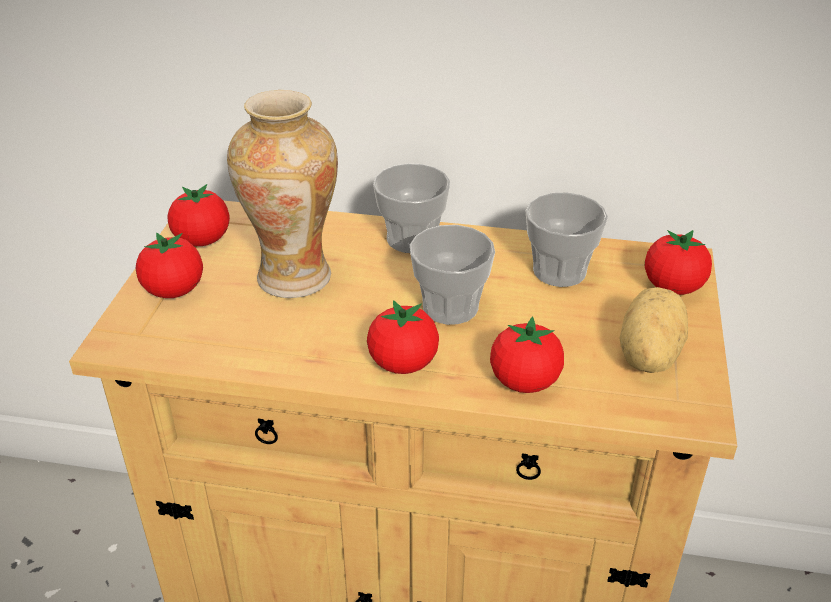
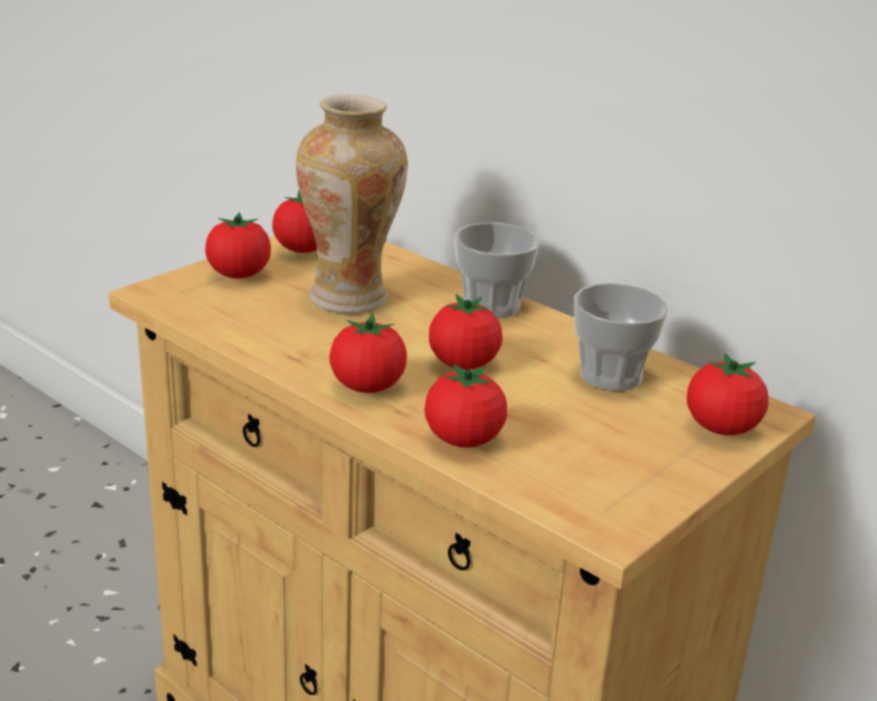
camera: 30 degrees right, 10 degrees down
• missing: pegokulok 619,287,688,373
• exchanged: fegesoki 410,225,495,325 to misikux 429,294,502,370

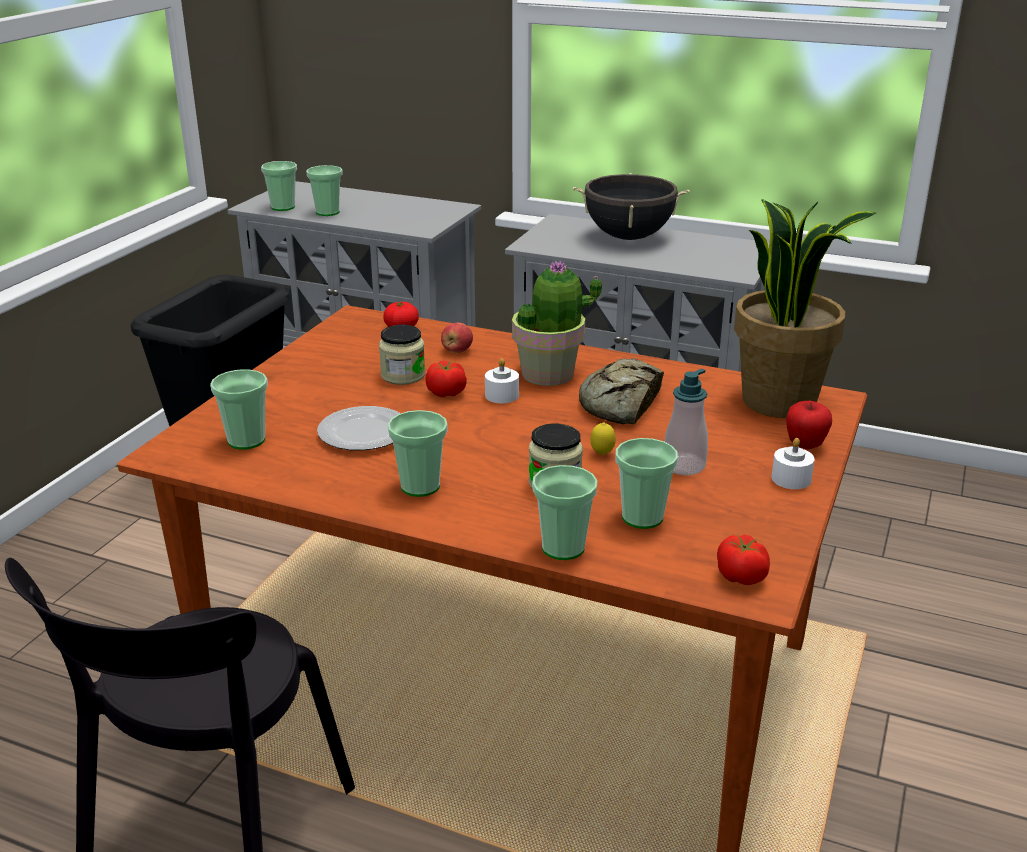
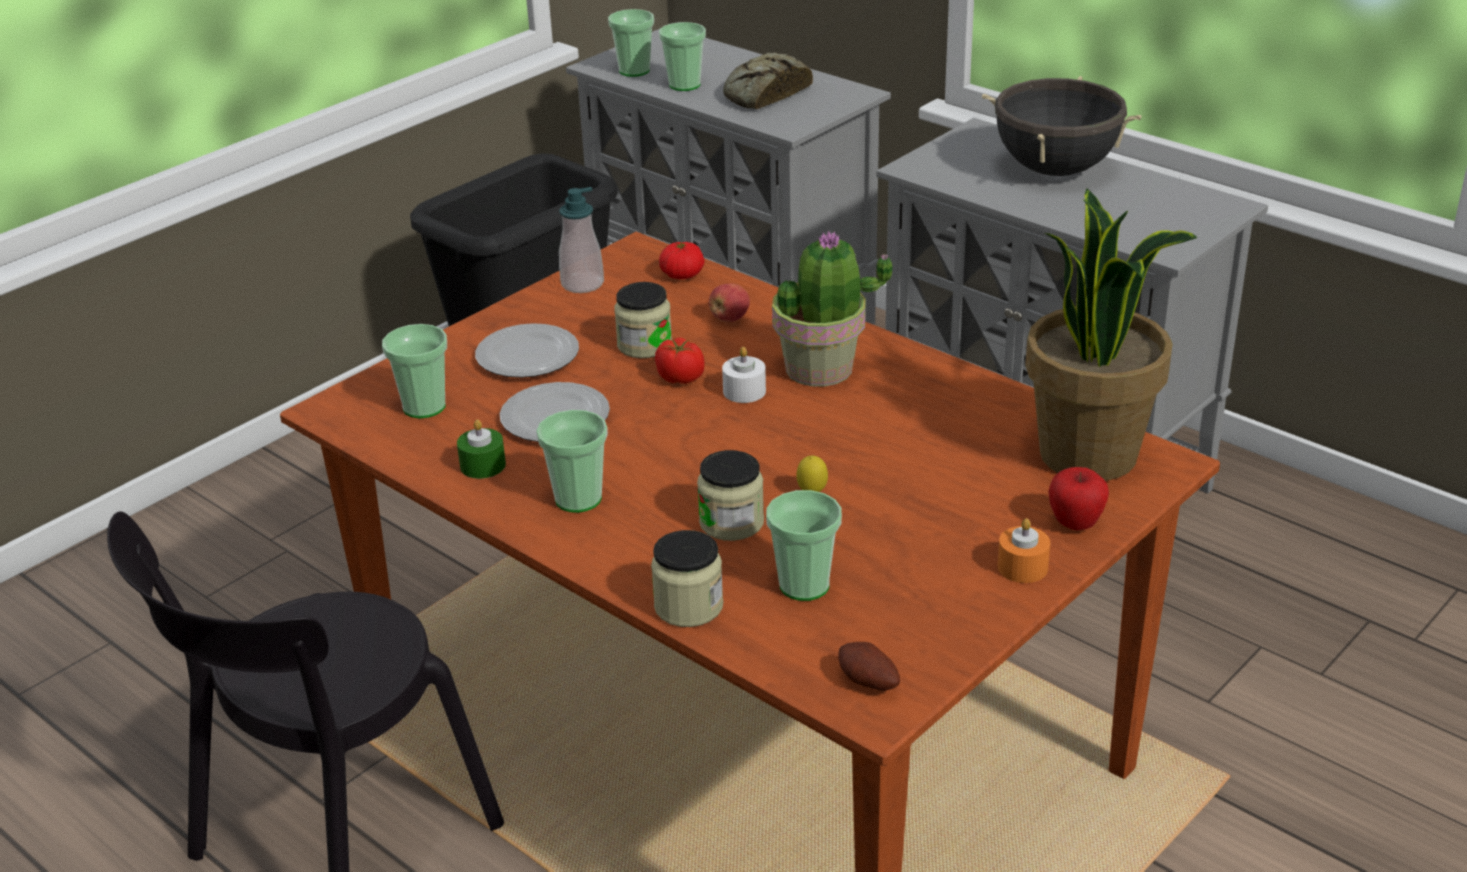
camera: 20 degrees right, 5 degrees up
• appeared: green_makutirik 457,419,506,479
• appeared: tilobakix 475,323,579,378
• relocated: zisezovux 579,358,664,424 to 723,52,813,109
• relocated: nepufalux 664,369,708,475 to 559,187,604,293
• exchanged: fegesoki 532,465,597,560 to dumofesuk 651,530,723,627
• exchanged: misikux 717,534,770,585 to pegokulok 838,642,900,691
• colour: white_makutirik 771,438,815,489 to orange_makutirik 998,518,1050,583

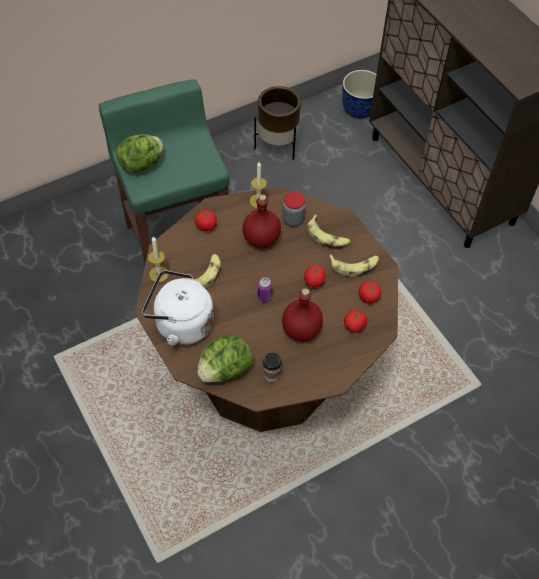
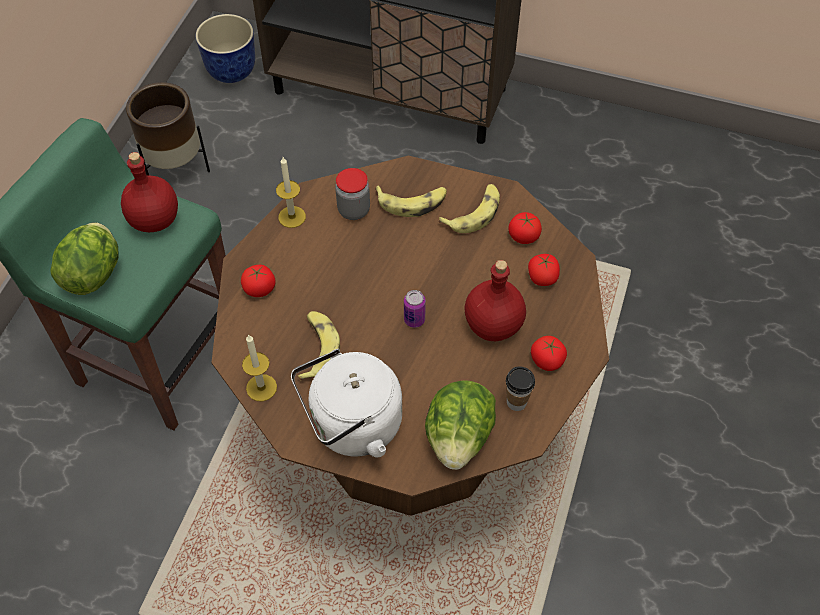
camera: 40 degrees left, 0 degrees up
• relocated: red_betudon 242,195,281,248 to 121,152,178,232
• relocated: misikux 304,265,325,287 to 531,336,567,371

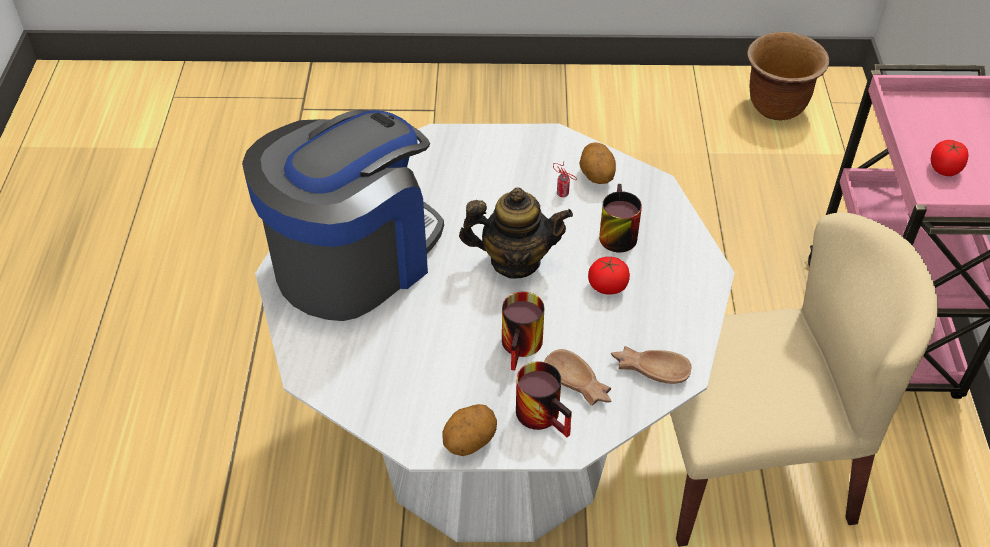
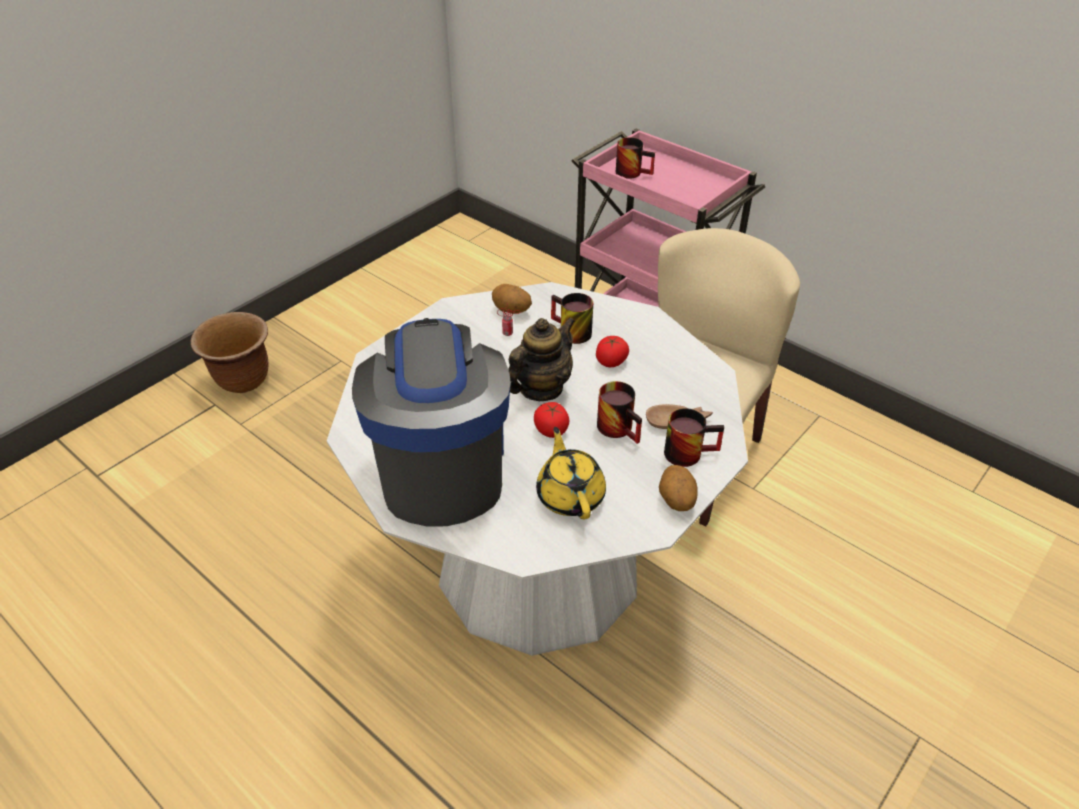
camera: 50 degrees left, 5 degrees down
• missing: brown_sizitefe 611,346,691,384
• appeared: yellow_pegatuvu 536,427,606,520
• appeared: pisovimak 616,137,655,179
• relocated: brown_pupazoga 747,32,829,121 to 191,312,268,393
• relocated: misikux 931,140,969,176 to 534,402,569,438

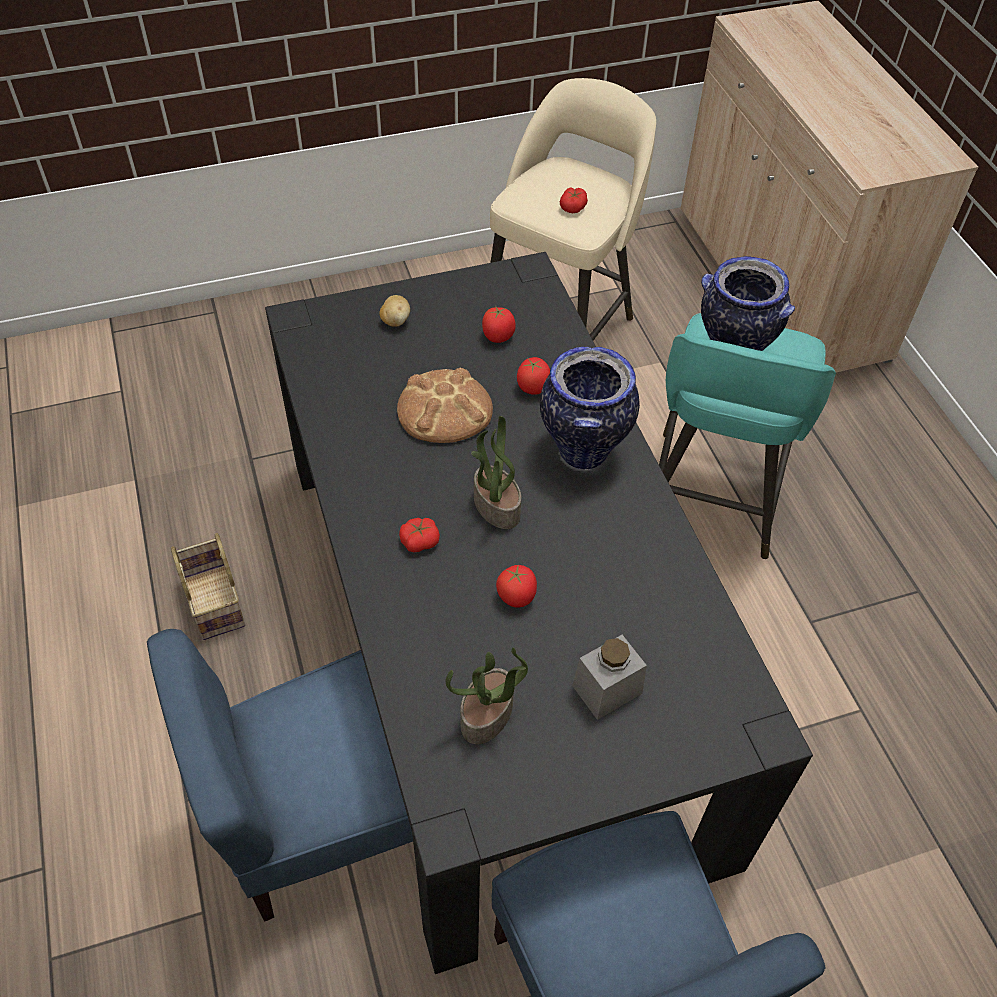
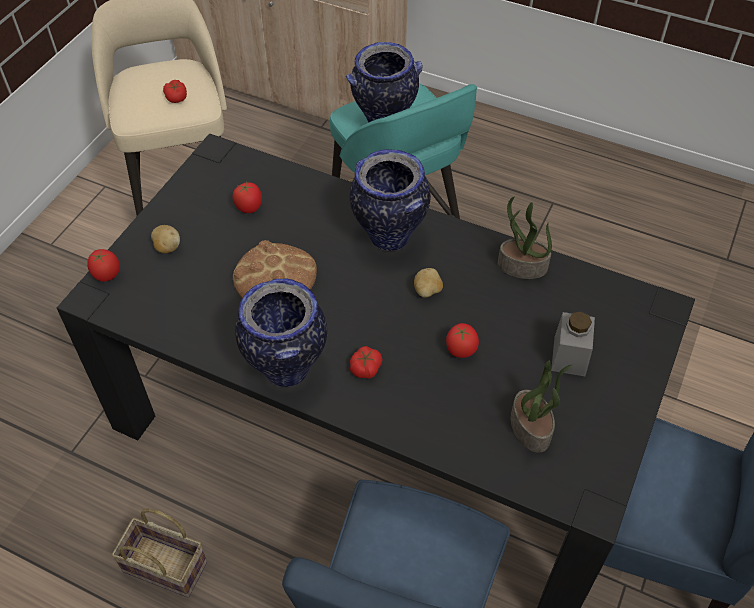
camera: 45 degrees left, 0 degrees up
• appeared: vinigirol 235,278,327,387
• appeared: pegokulok 414,268,443,298
• relocated: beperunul 471,416,522,529 to 498,196,552,279
• relocated: misikux 517,357,550,395 to 87,249,120,282

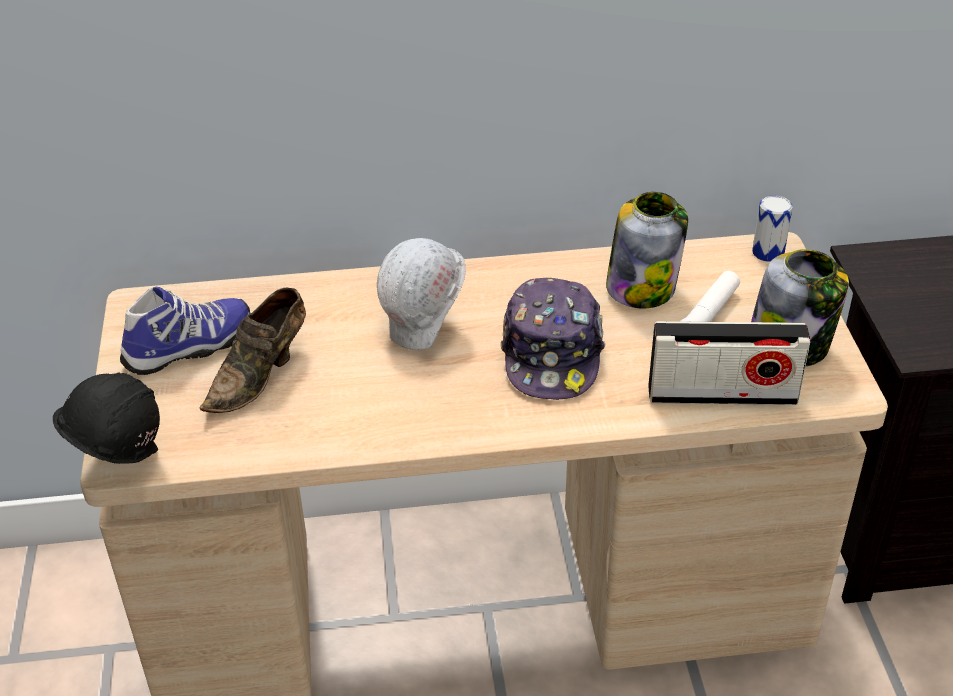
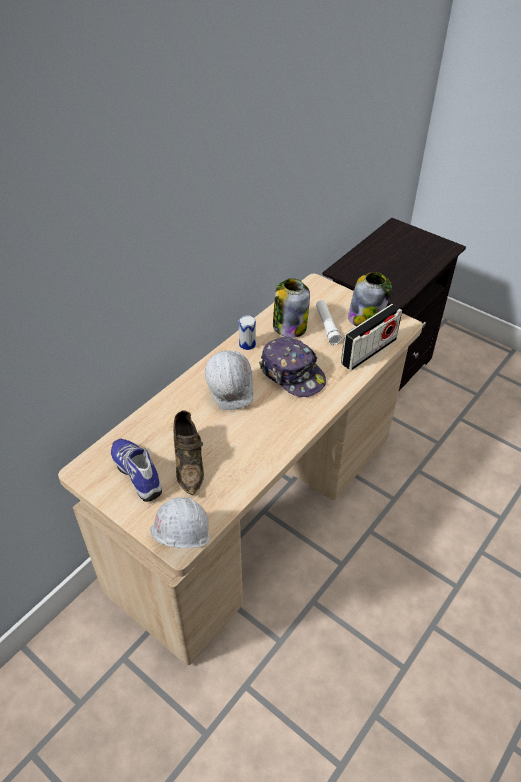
camera: 45 degrees left, 5 degrees up
• relocated: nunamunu 752,195,793,262 to 239,315,256,350
• colour: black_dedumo 53,372,160,464 to white_dedumo 149,497,210,548
• spun: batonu 120,286,250,375 = 111,439,162,502 45 degrees counterclockwise

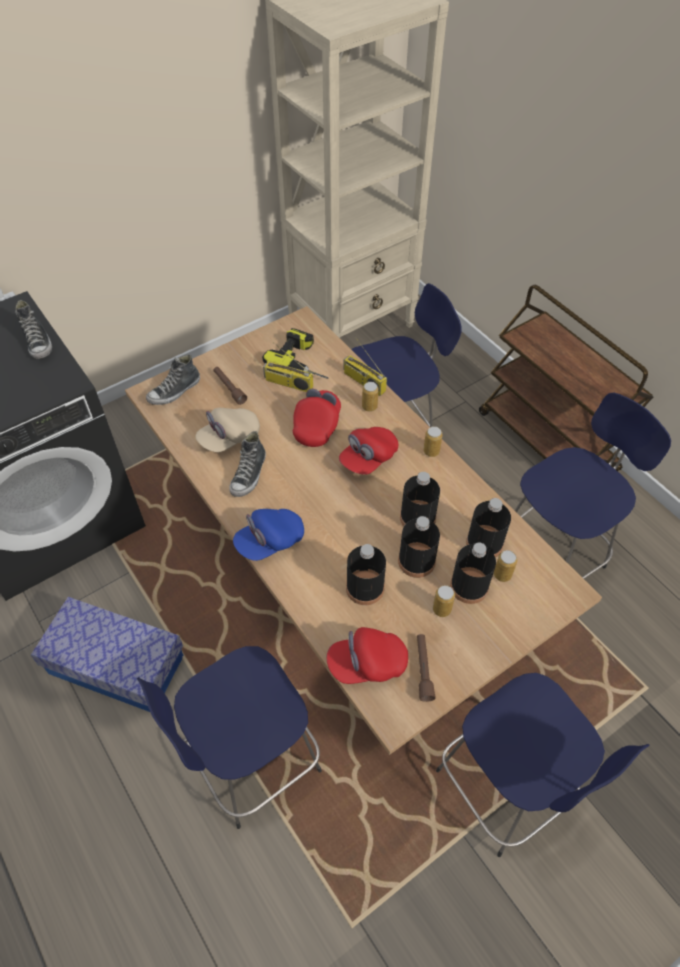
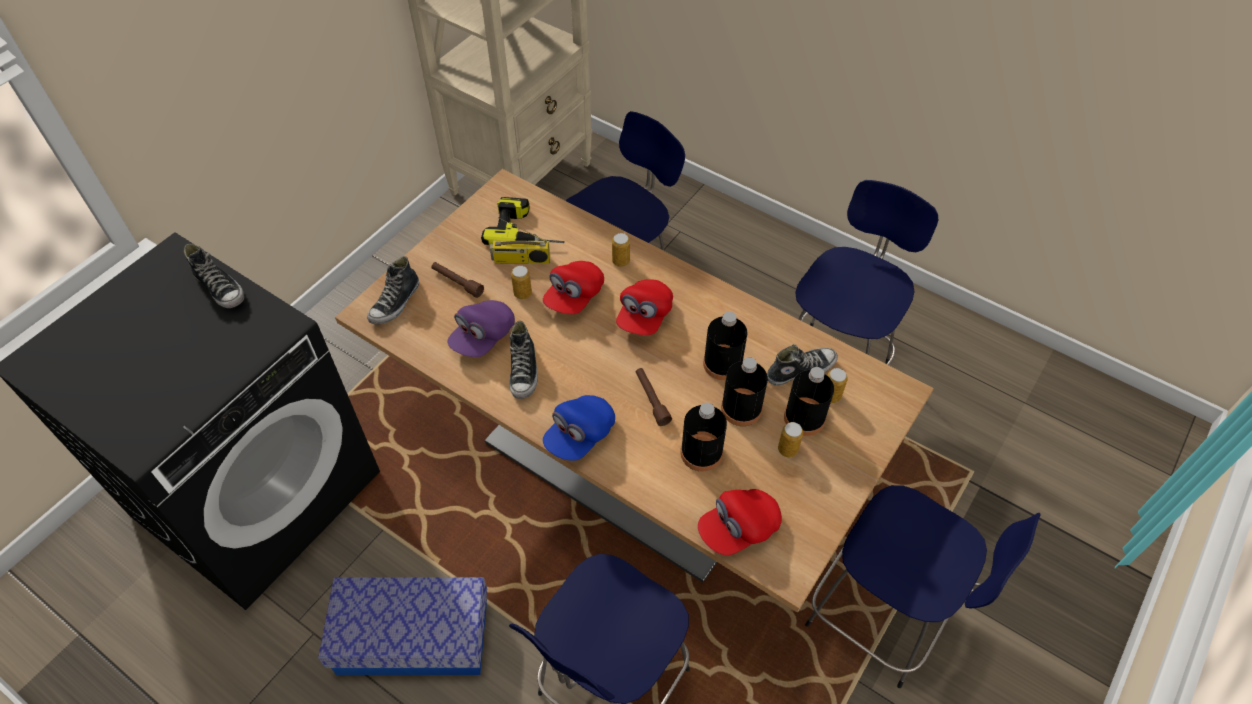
camera: 20 degrees left, 0 degrees up
• missing: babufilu 343,337,387,396
• missing: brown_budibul 479,285,653,471
• relocated: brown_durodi 417,634,436,702 to 636,368,672,426
• relocated: nunamunu 423,426,443,457 to 511,265,532,299
• exchanged: black_betudon 466,498,511,557 to batonu 767,344,838,386
• colour: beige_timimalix 196,408,260,452 to purple_timimalix 448,300,515,357
• spun: red_timimalix 293,389,341,447 = 543,261,604,314 150 degrees counterclockwise

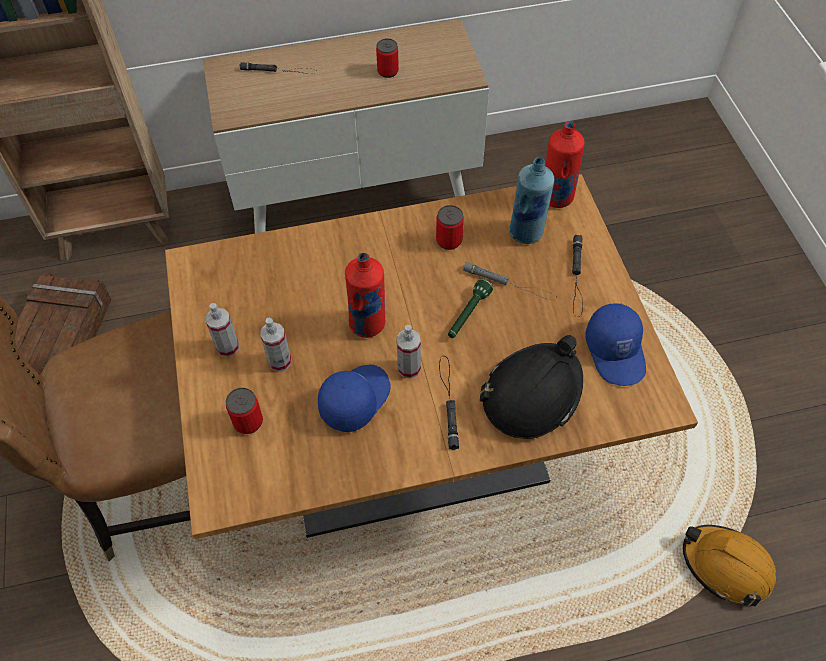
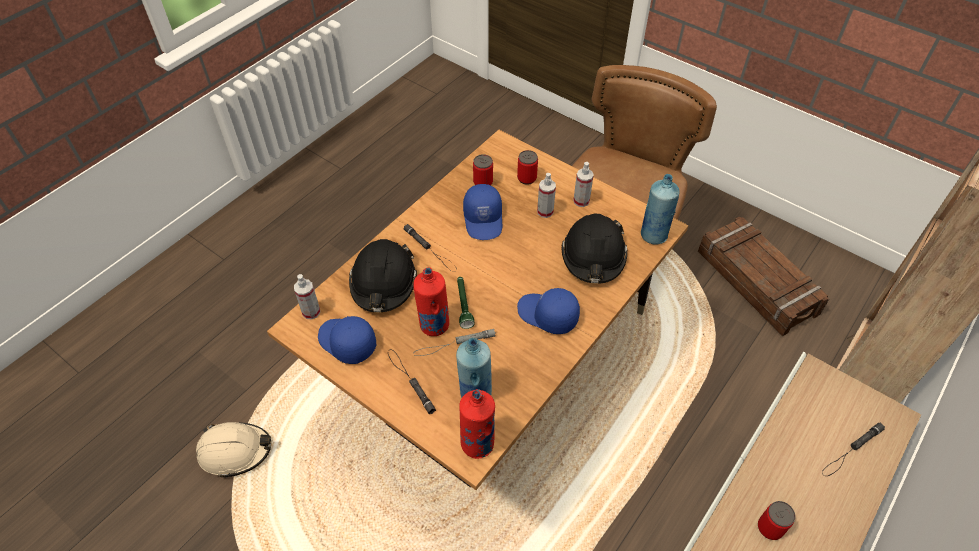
camera: 140 degrees right, 5 degrees down
• appeared: blue_timimalix 517,288,580,334
• appeared: black_dedumo 561,213,628,284
• appeared: blue_betudon 641,174,680,245
• relocated: red_betudon 345,253,385,338 to 413,267,449,336
• relocated: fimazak 396,325,421,379 to 294,274,320,319
• relocated: nunamunu 436,205,464,250 to 473,154,493,185
• colour: orange_dedumo 683,525,776,606 to beige_dedumo 196,422,271,478

